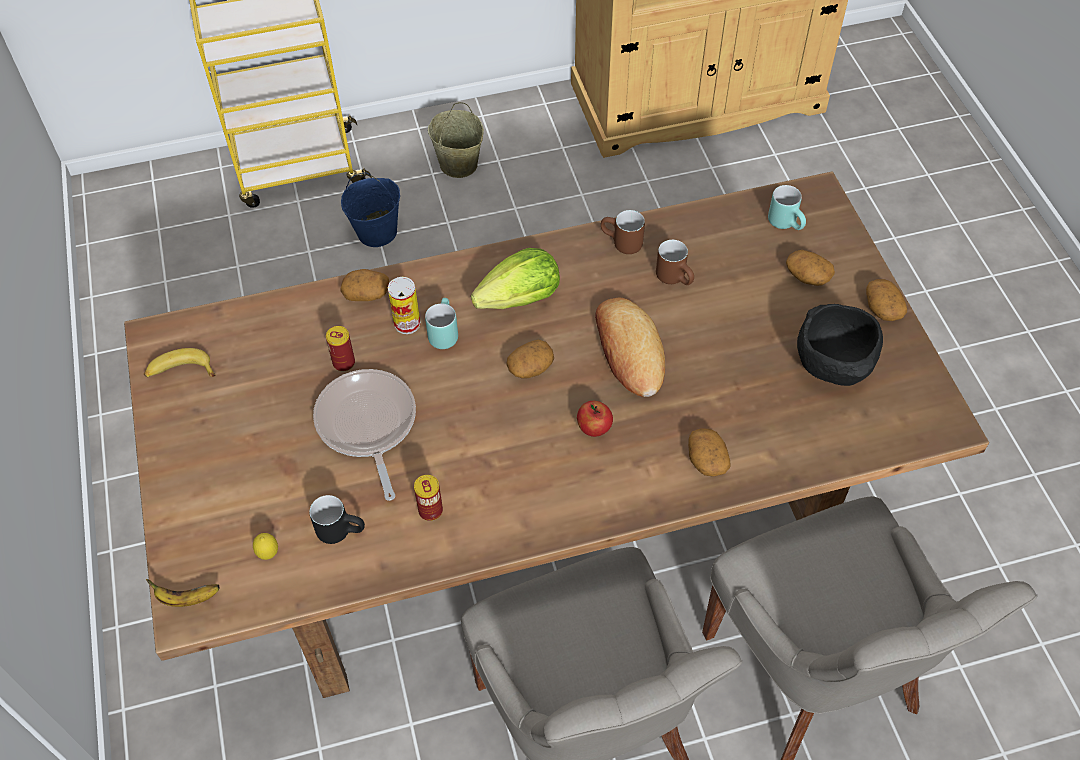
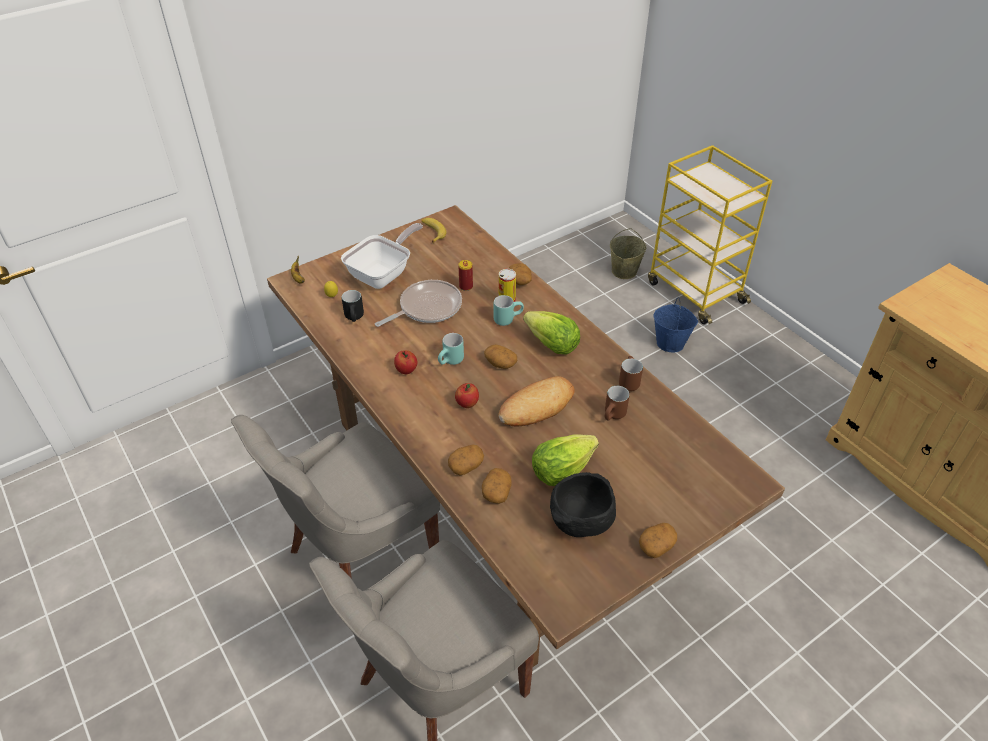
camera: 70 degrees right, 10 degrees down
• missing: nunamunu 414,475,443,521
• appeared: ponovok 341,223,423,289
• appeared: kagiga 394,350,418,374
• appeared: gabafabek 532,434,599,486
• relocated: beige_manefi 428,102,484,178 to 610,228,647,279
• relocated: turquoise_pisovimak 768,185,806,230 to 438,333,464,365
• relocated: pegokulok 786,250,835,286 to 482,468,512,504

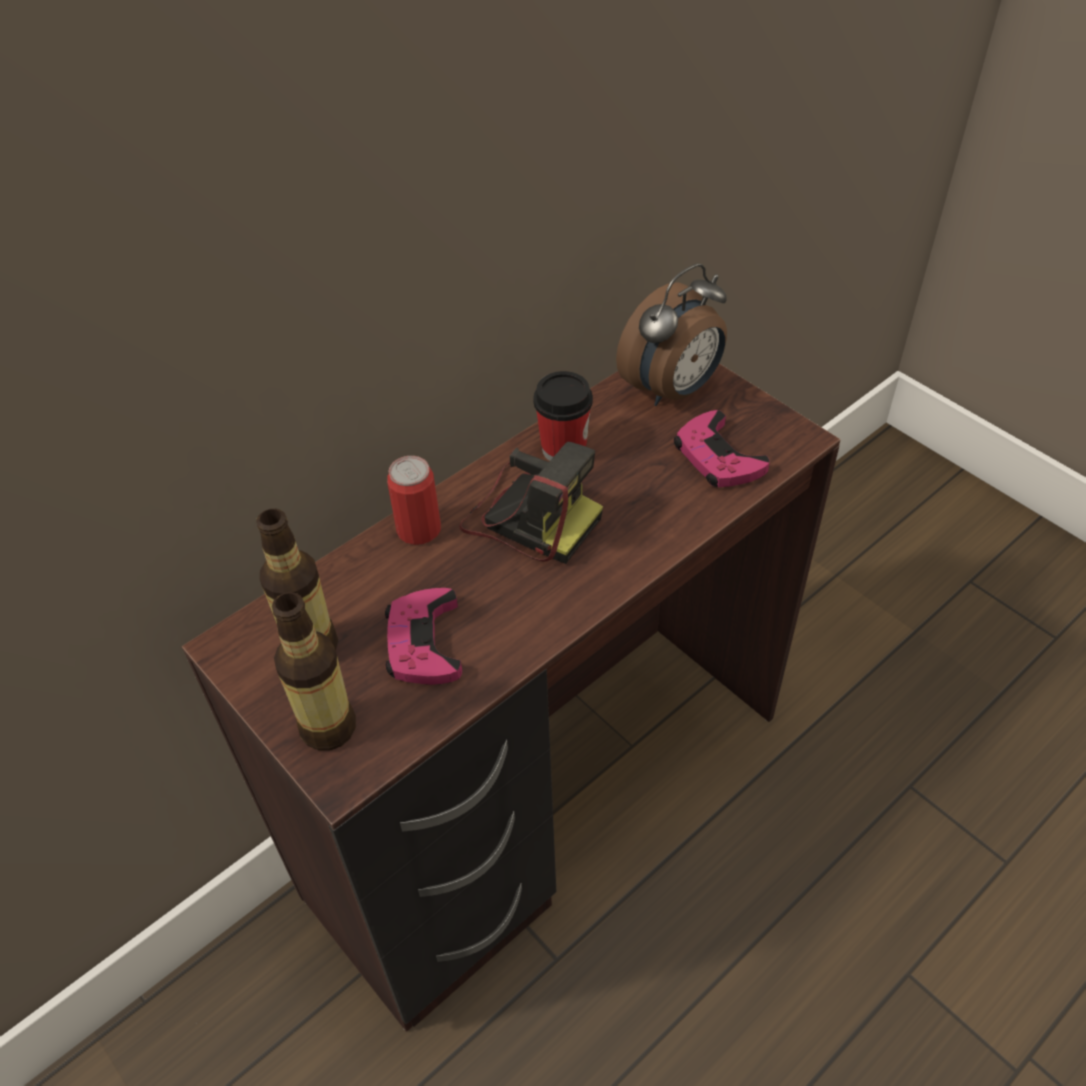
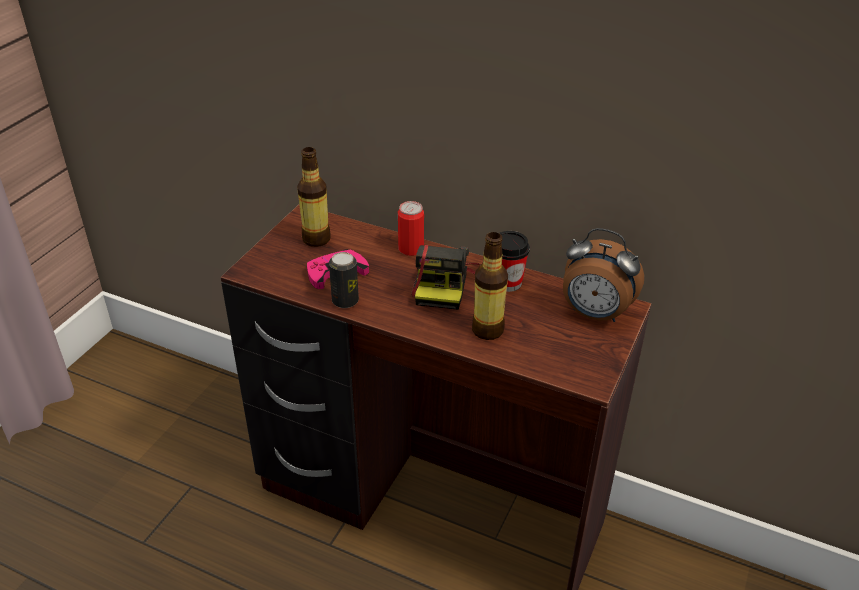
camera: 65 degrees right, 10 degrees down
• missing: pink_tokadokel 674,410,769,487
• appeared: nunamunu 329,252,359,308
• relocated: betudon 272,592,356,751 to 472,232,508,340

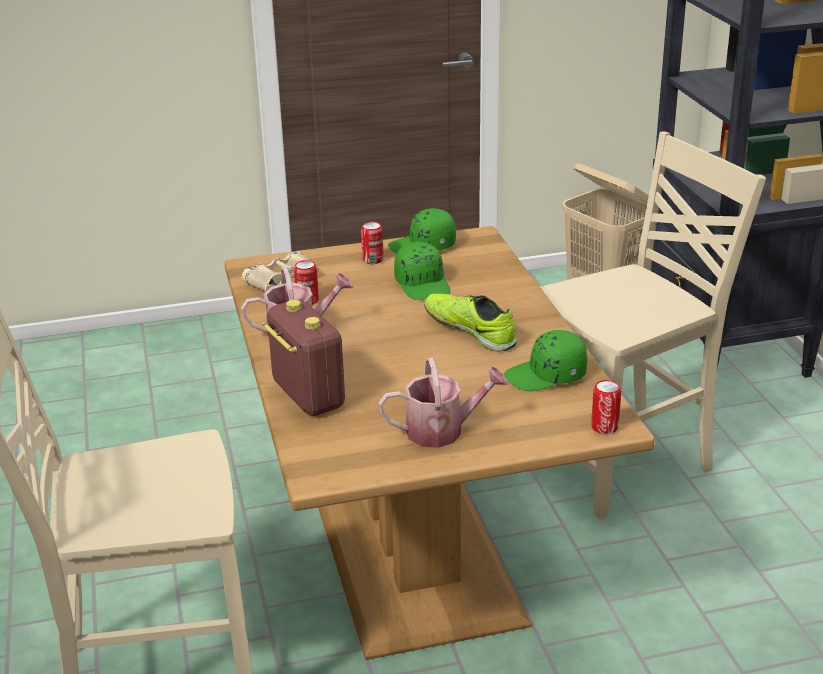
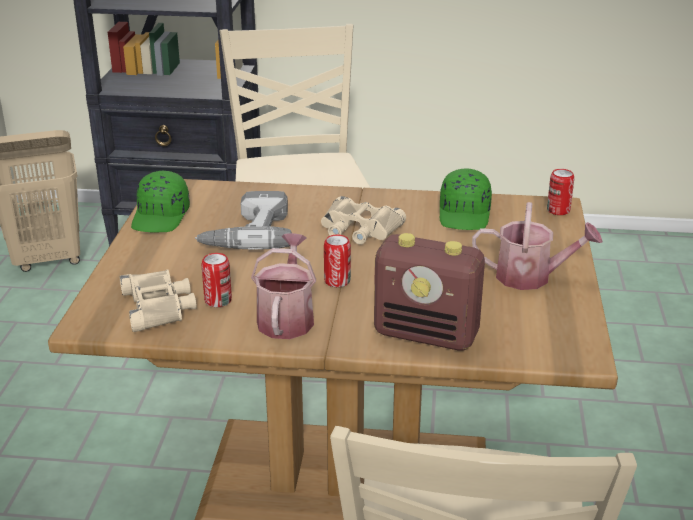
camera: 70 degrees left, 0 degrees up
• relocated: nunamunu 361,222,384,264 to 324,235,351,287
• exchanged: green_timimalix 394,242,451,300 to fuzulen 195,191,292,250
• exchanged: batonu 424,294,517,352 to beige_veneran 321,196,406,245
• spun: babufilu 262,299,345,416 = 374,233,485,351 150 degrees counterclockwise
• spun: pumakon 378,357,508,448 = 472,202,603,290 90 degrees clockwise

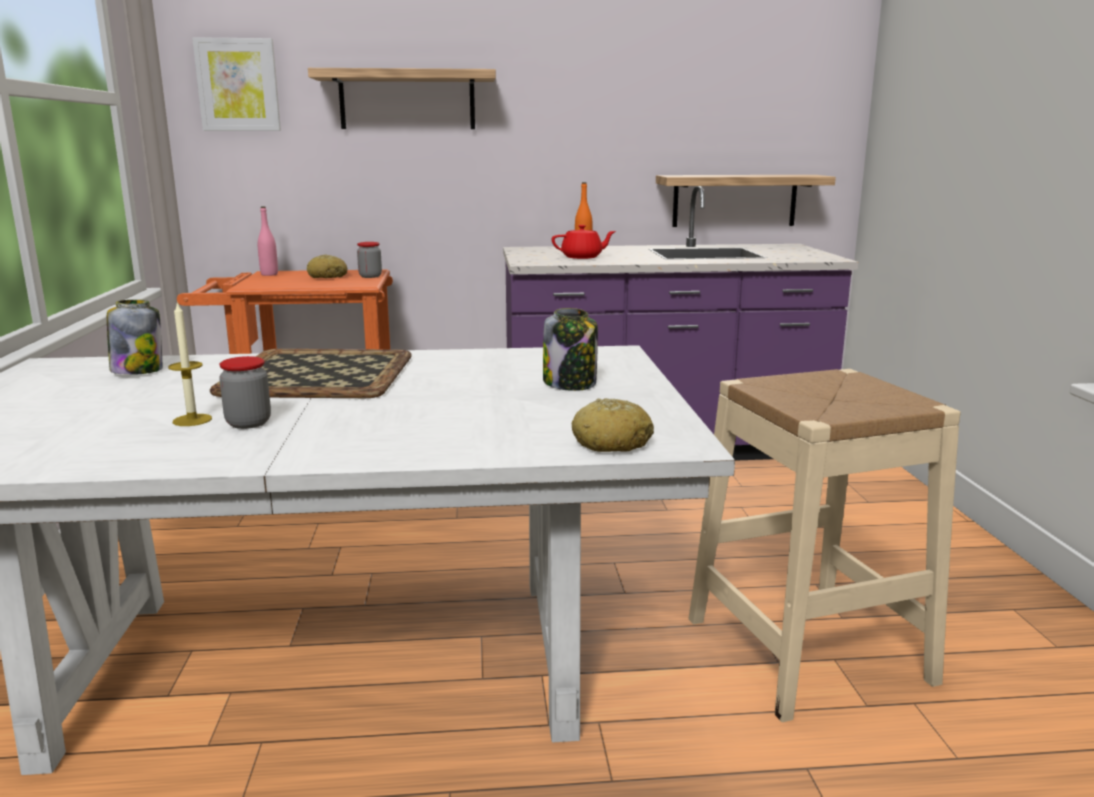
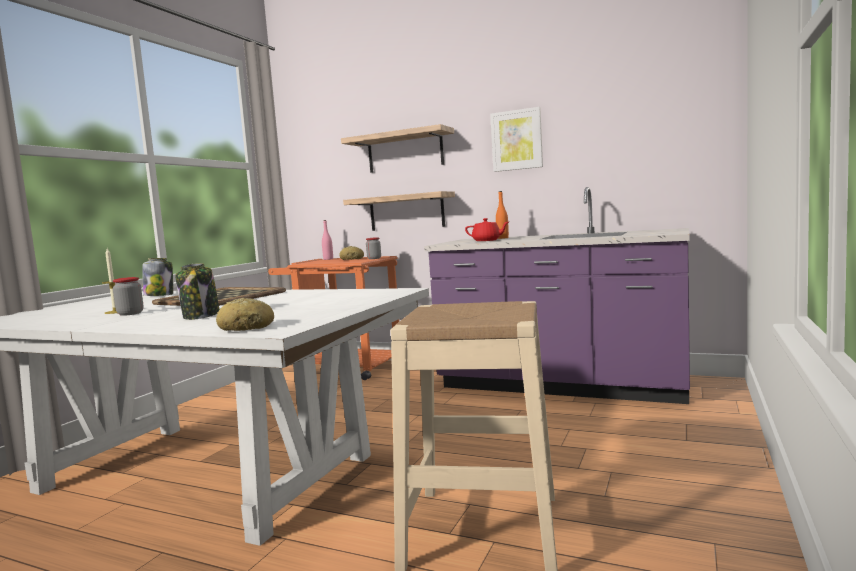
camera: 30 degrees right, 10 degrees down
• relocated: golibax 192,37,281,131 to 490,107,543,172
• relocated: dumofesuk 543,308,598,391 to 175,263,220,320
• relocated: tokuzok 656,175,836,227 to 343,191,455,231

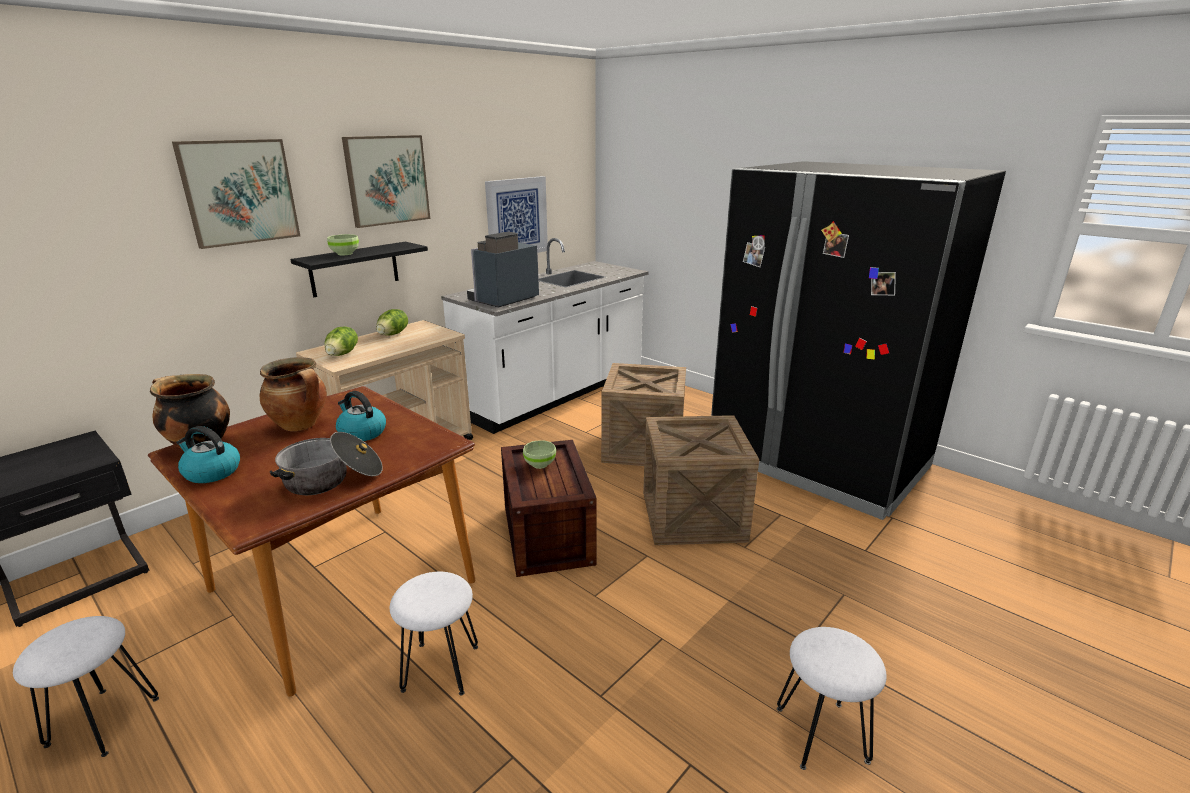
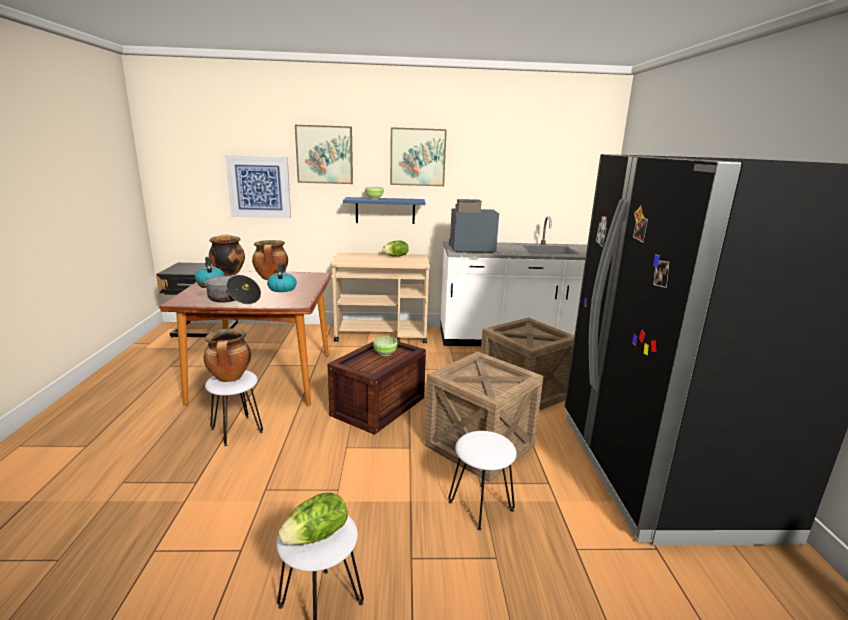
camera: 45 degrees right, 5 degrees down
• appeared: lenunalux 204,328,251,382
• relocated: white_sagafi 13,616,159,757 to 448,431,517,530
• relocated: gabafabek 325,327,358,356 to 278,493,348,545
• relocated: golibax 485,176,548,253 to 225,155,291,218
• colour: black_tokuzok 290,242,428,297 to blue_tokuzok 343,197,426,224

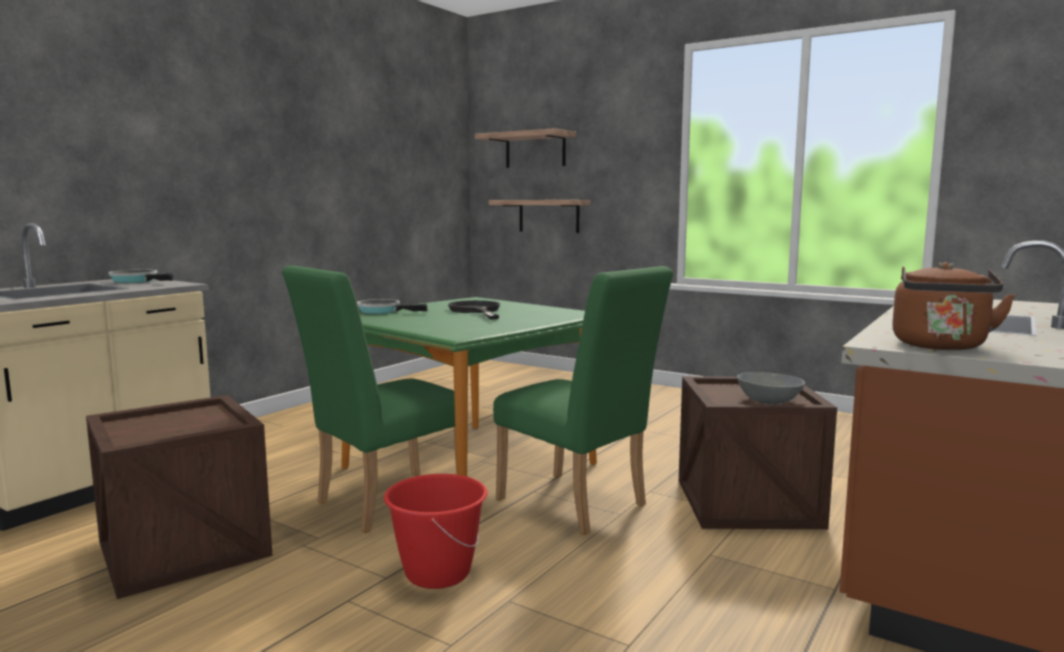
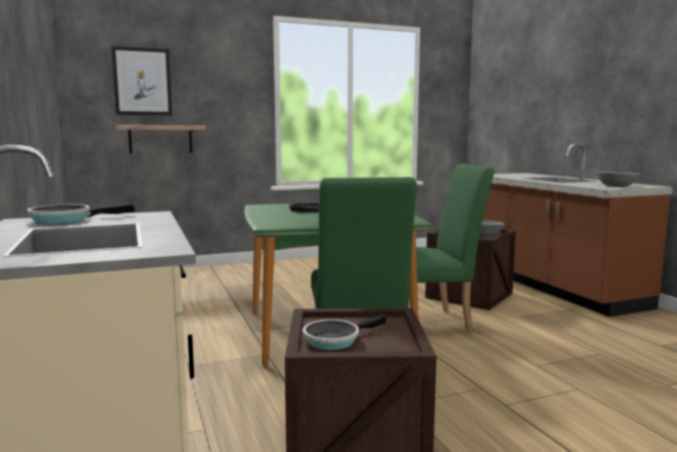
camera: 55 degrees left, 0 degrees up
• missing: red_manefi 384,474,487,589
• relocated: ponovok 357,299,428,314 to 302,314,386,350
• exchanged: tokuzok 475,128,576,168 to golibax 111,46,172,116
• exchanged: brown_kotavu 892,262,1015,350 to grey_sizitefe 597,172,640,187

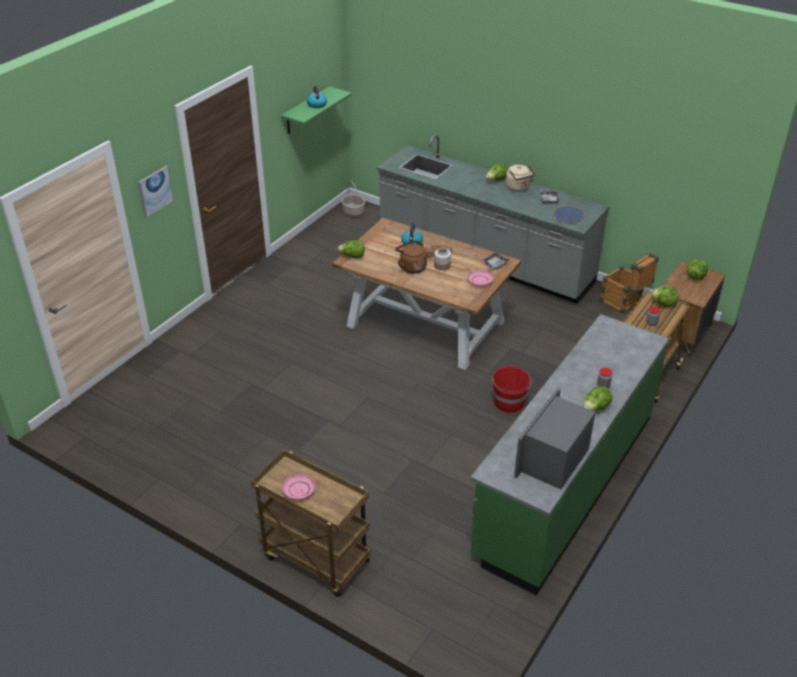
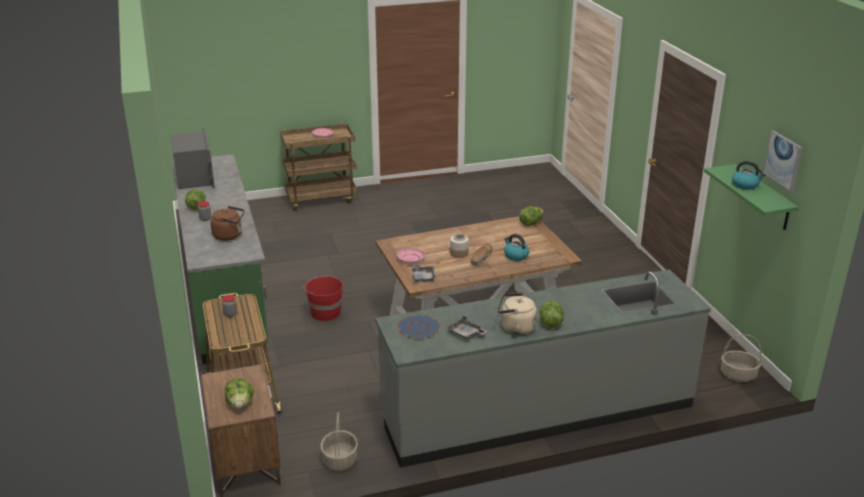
camera: 130 degrees right, 10 degrees down
• missing: gabafabek 652,285,679,307
• relocated: golibax 138,166,174,218 to 763,130,802,191
• relocated: brown_kotavu 395,240,427,274 to 210,206,245,241
• exchanged: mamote 599,253,659,314 to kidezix 320,413,358,471

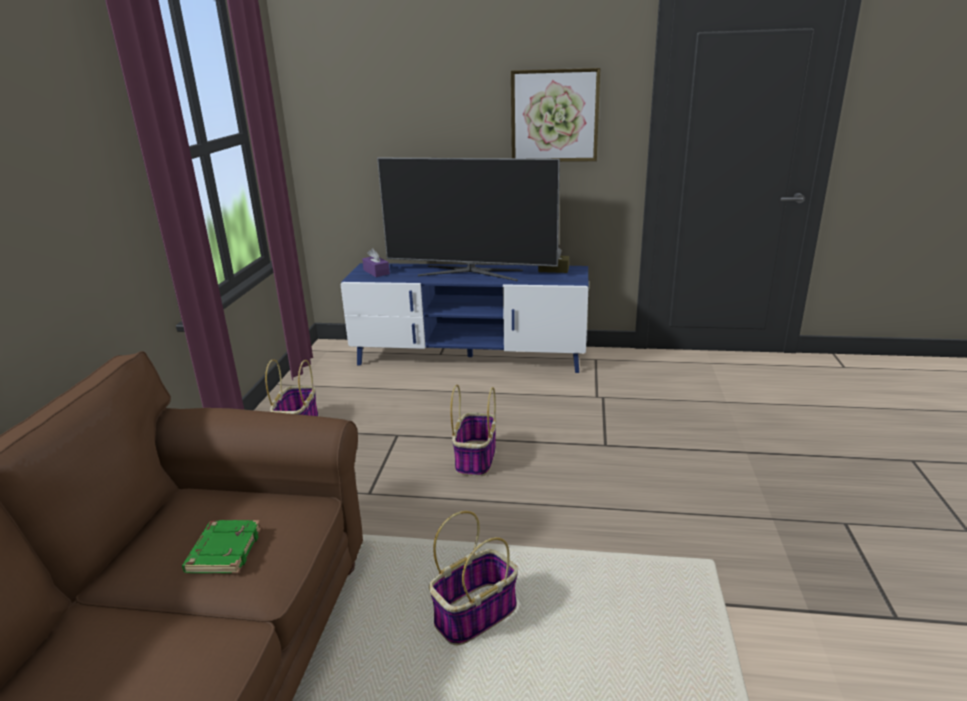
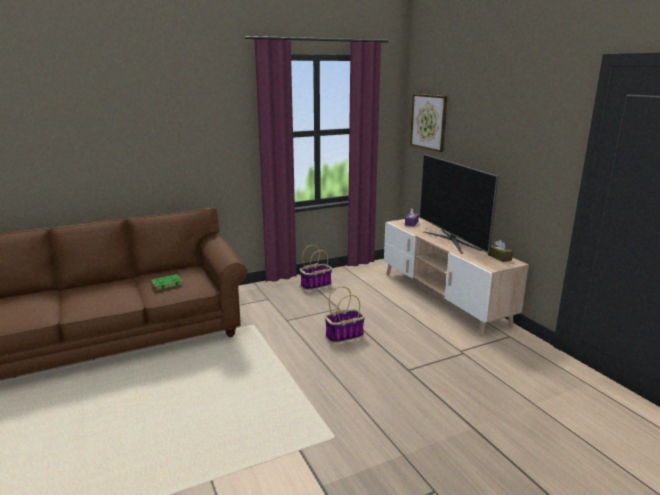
camera: 55 degrees right, 5 degrees down
• missing: kidezix 429,511,518,645
• relocated: golibax 511,68,600,162 to 410,94,447,152
• colour: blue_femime 341,263,588,373 to beige_femime 384,218,529,336

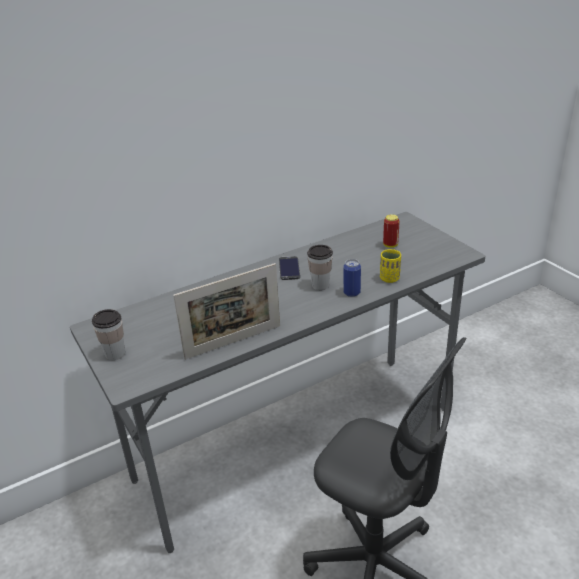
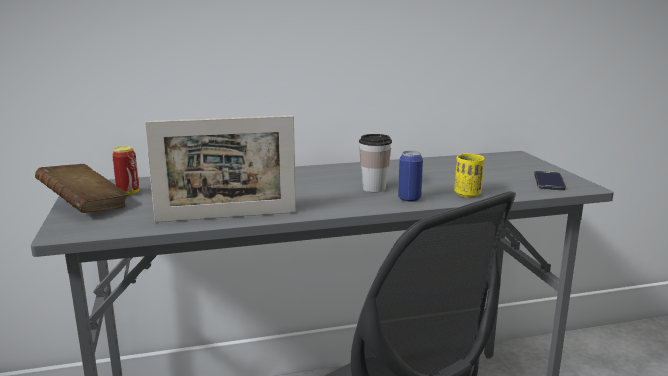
camera: 15 degrees right, 15 degrees down
• relocated: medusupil 279,256,300,280 to 534,171,566,190
• relocated: nunamunu 383,214,400,248 to 112,146,139,195
• exchanged: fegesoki 92,309,125,360 to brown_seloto 35,164,129,213

